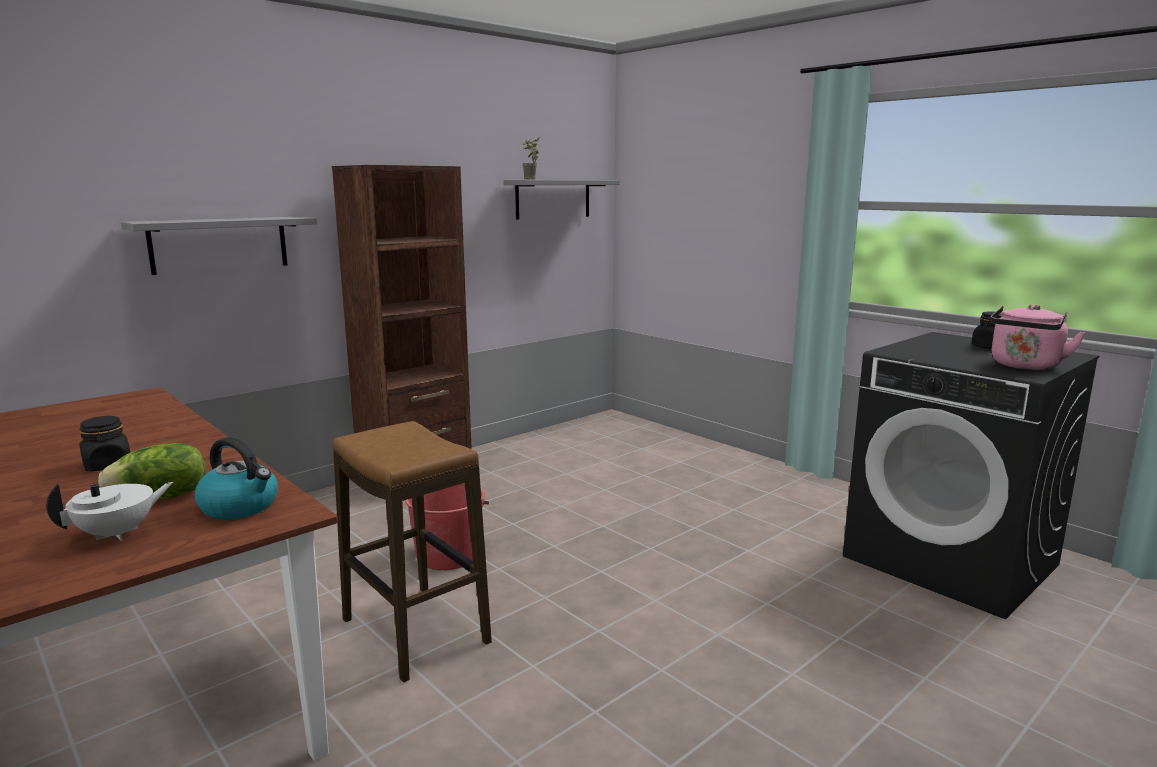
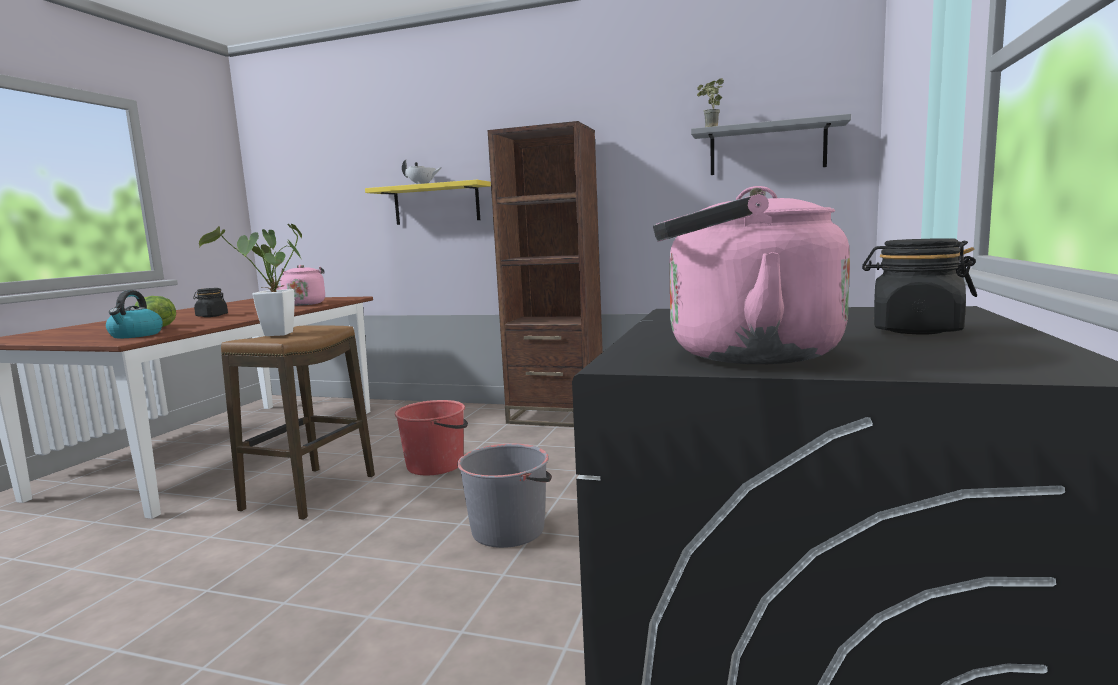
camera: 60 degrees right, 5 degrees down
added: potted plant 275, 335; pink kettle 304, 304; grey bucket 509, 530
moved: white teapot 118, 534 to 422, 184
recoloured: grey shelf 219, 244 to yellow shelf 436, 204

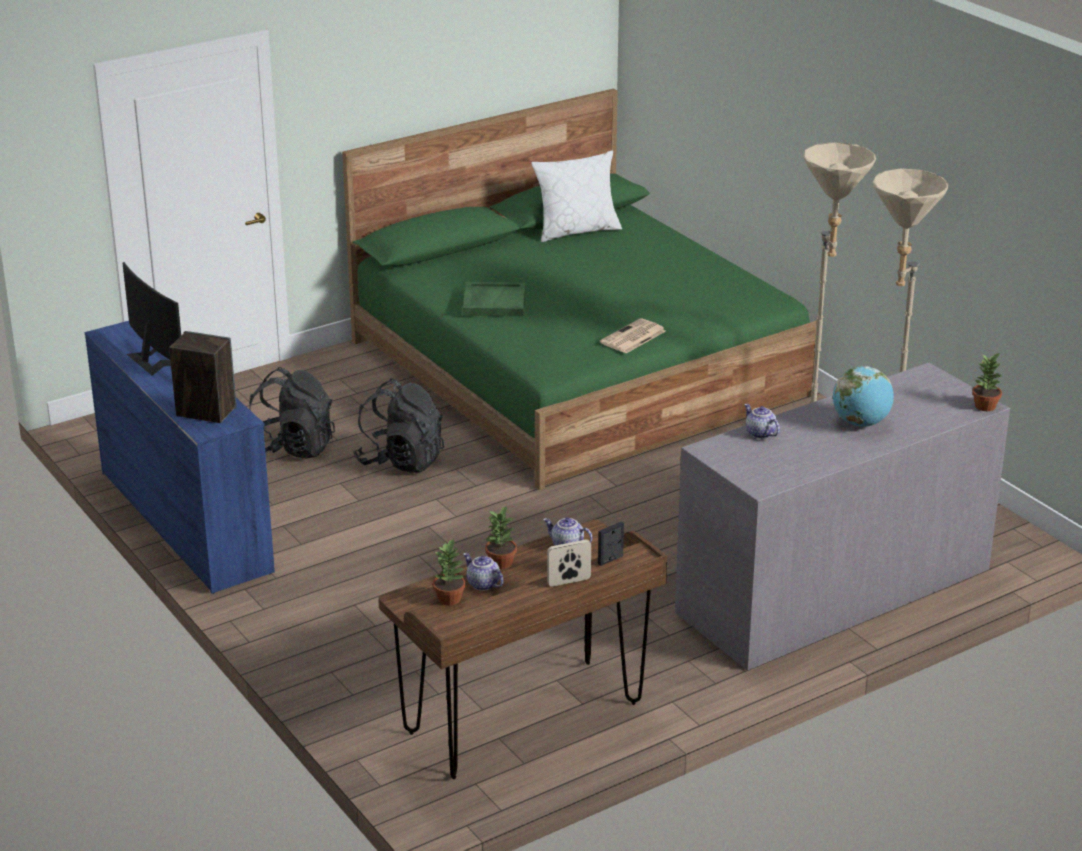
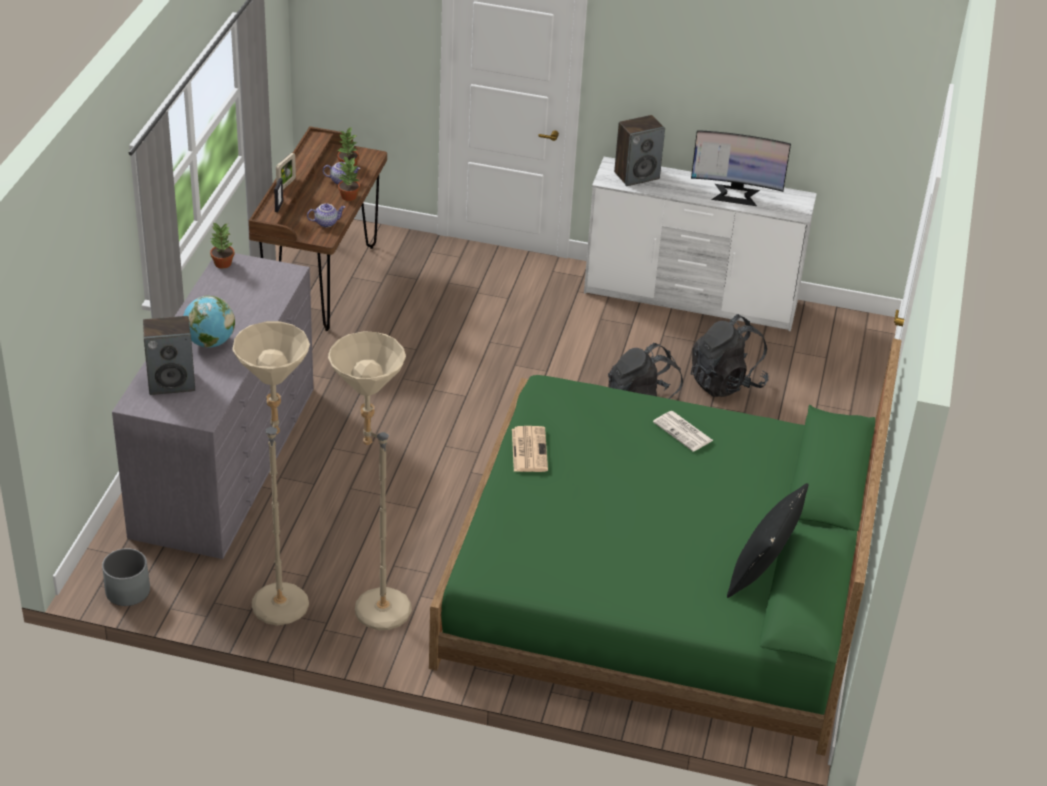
camera: 135 degrees right, 10 degrees up
removed: teapot 759, 433
added: grey planter 127, 591; speaker 172, 382
moved: potted plant 985, 406 to 222, 263
replaced: green tray 493, 302 to newspaper 684, 432
recoloured: blue dresser 186, 520 to white dresser 691, 298; white pillow 576, 230 to black pillow 762, 572

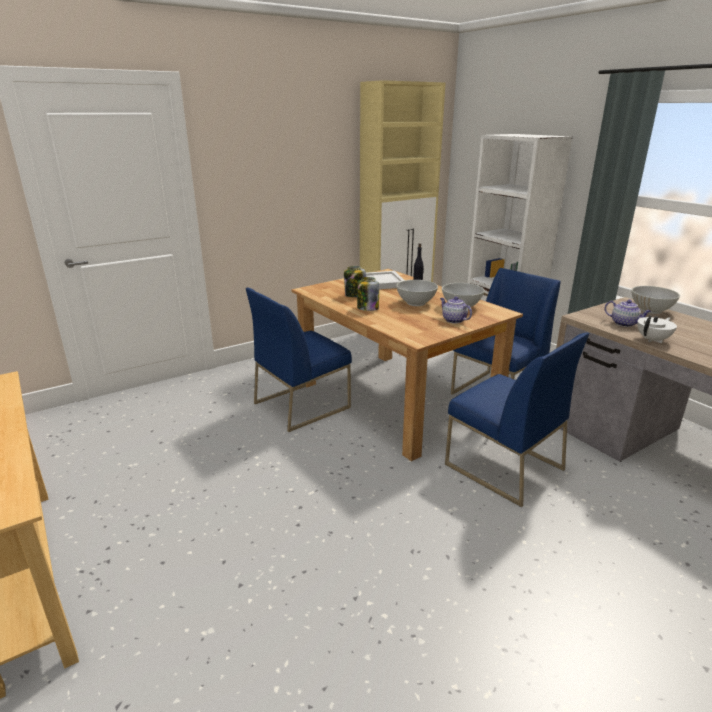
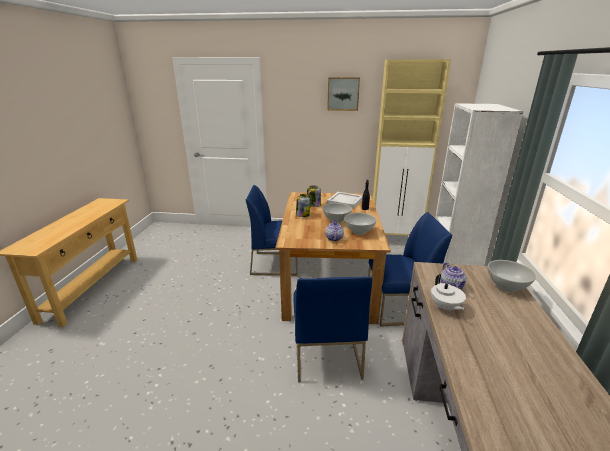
camera: 40 degrees right, 0 degrees up
added: picture 343, 94
turned: white teapot 653, 340 = 445, 307 75 degrees clockwise

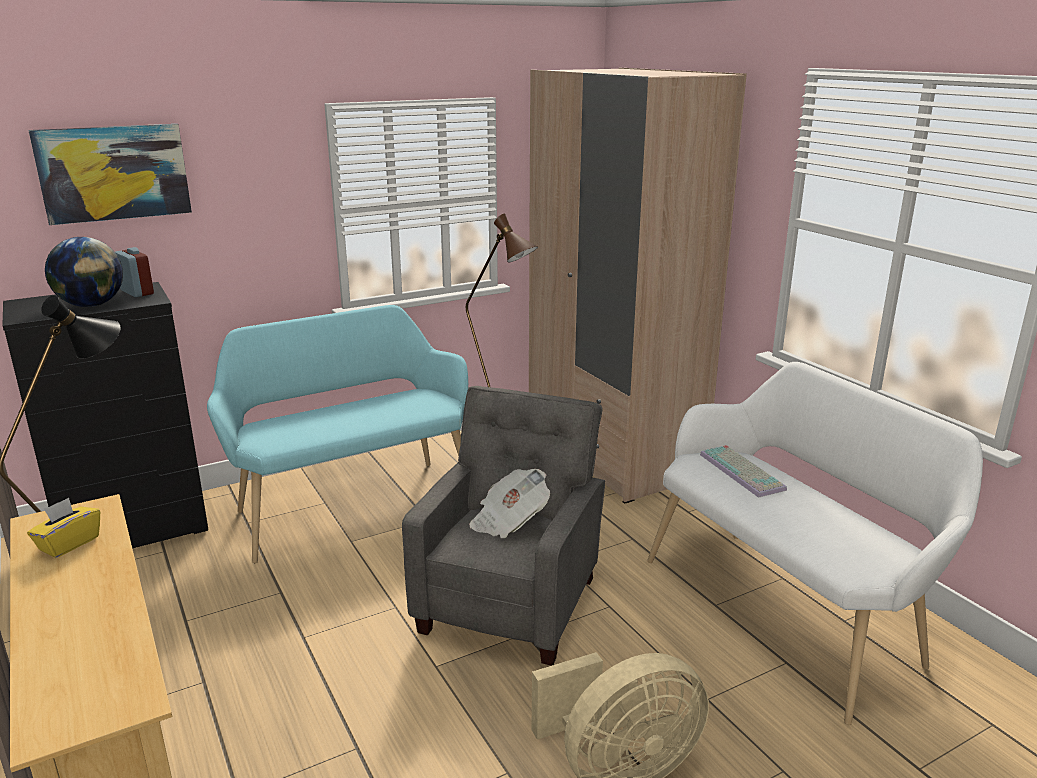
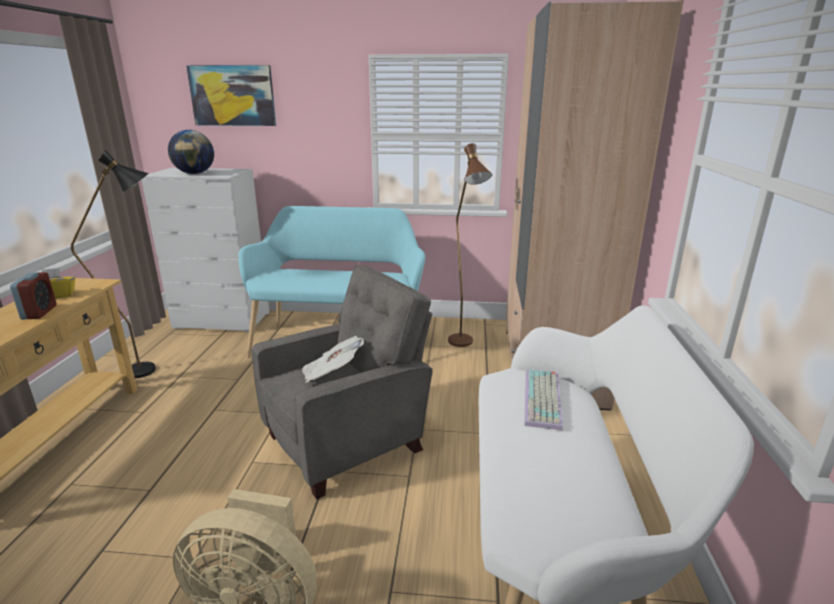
camera: 35 degrees right, 0 degrees up
moved: alarm clock 137, 292 to 39, 312
recoloured: black dresser 135, 530 to white dresser 222, 321

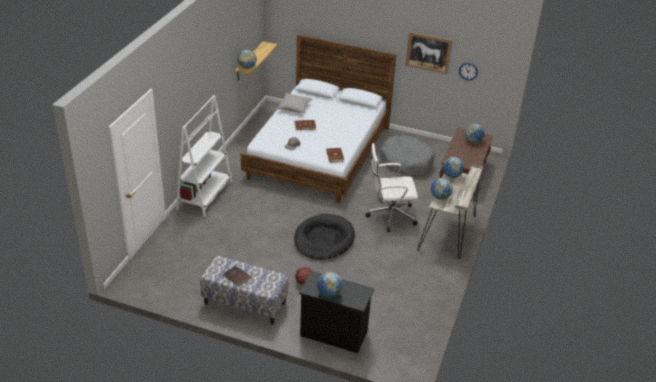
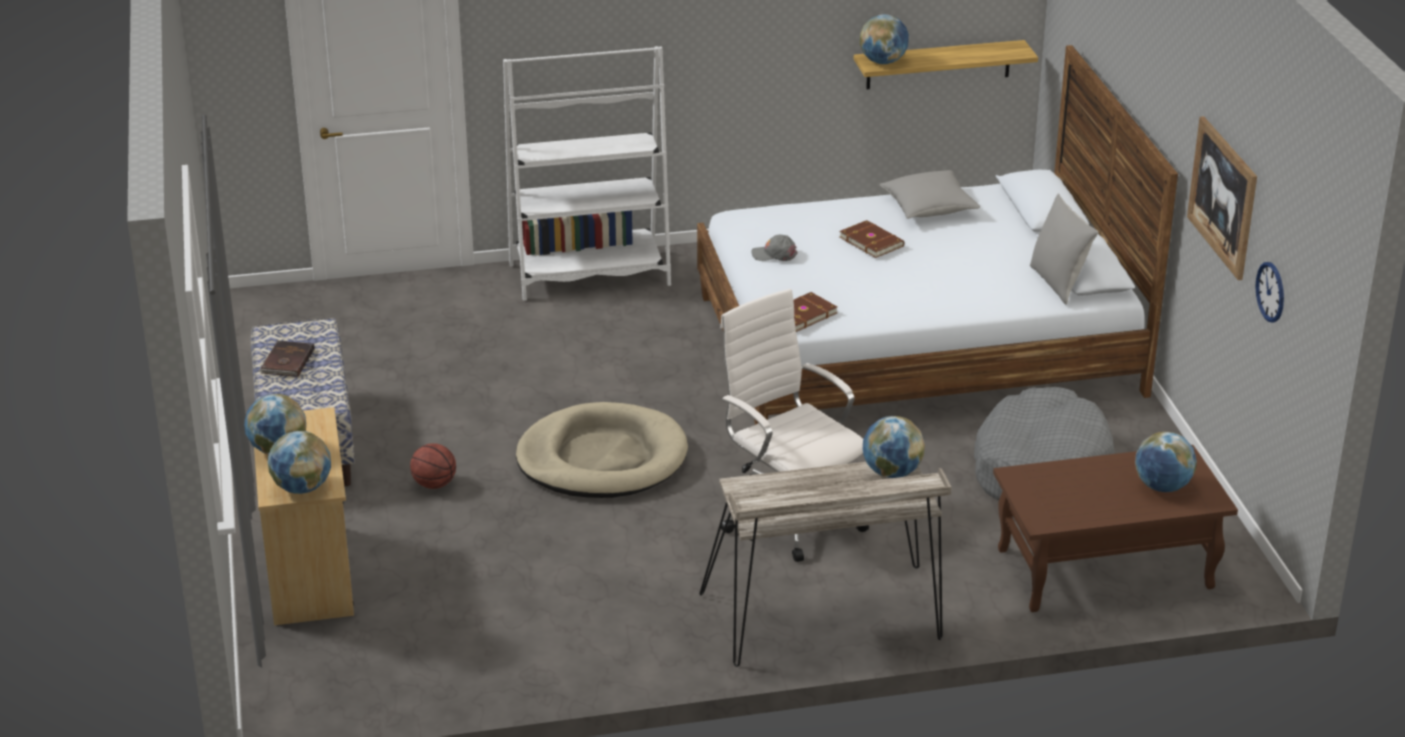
camera: 60 degrees right, 5 degrees down
added: grey pillow 1058, 283
moved: globe 440, 197 to 302, 488
recoloured: black dresser 333, 333 to beige dresser 310, 574; black dog bed 324, 239 to beige dog bed 602, 459

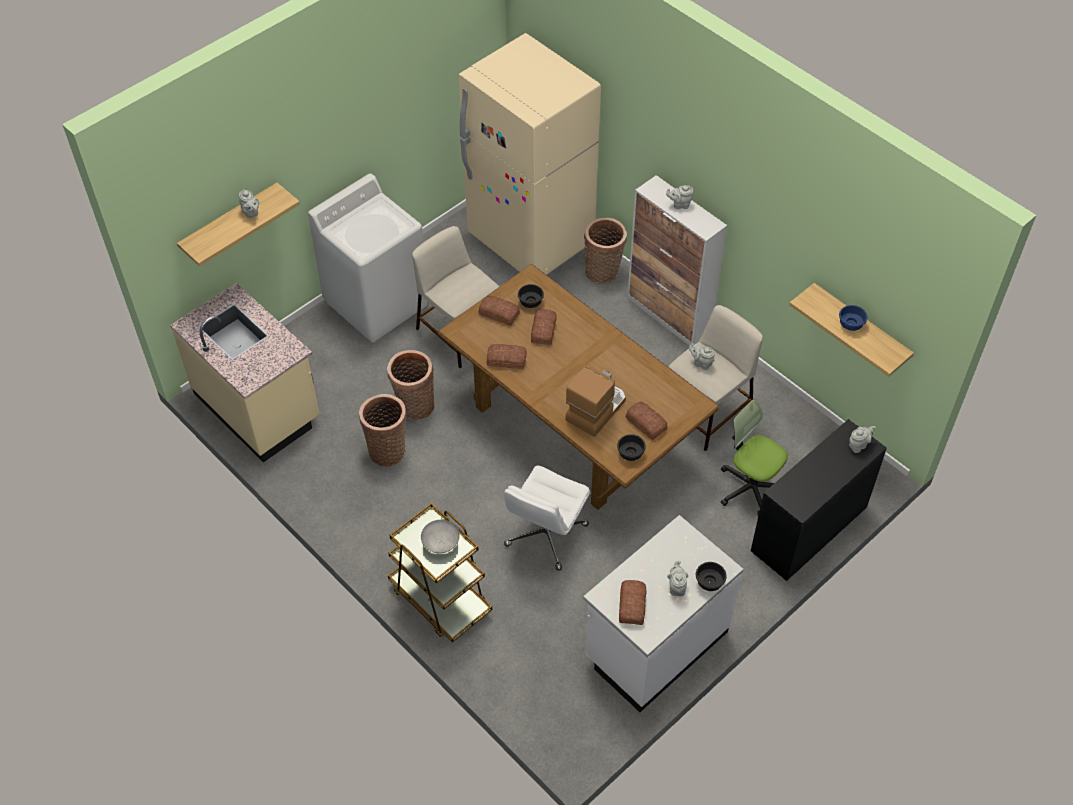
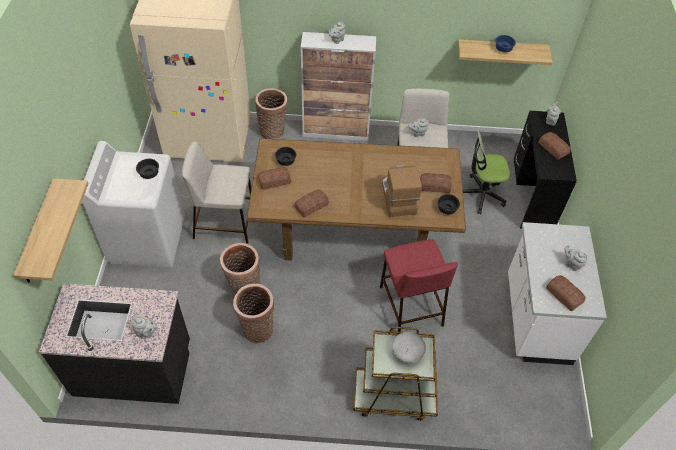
camera: 45 degrees left, 0 degrees up
moved: grey teapot 251, 213 to 146, 332; black bowl 708, 582 to 149, 174; bread 544, 330 to 553, 147
replaced: white office chair 546, 536 to red stool 410, 305
recoloured: beige counter 258, 406 to black counter 133, 368

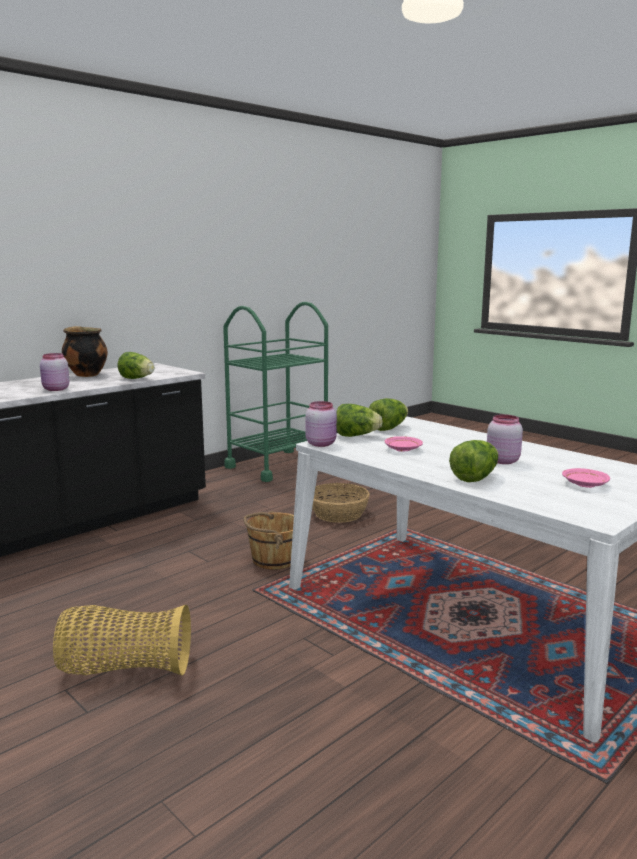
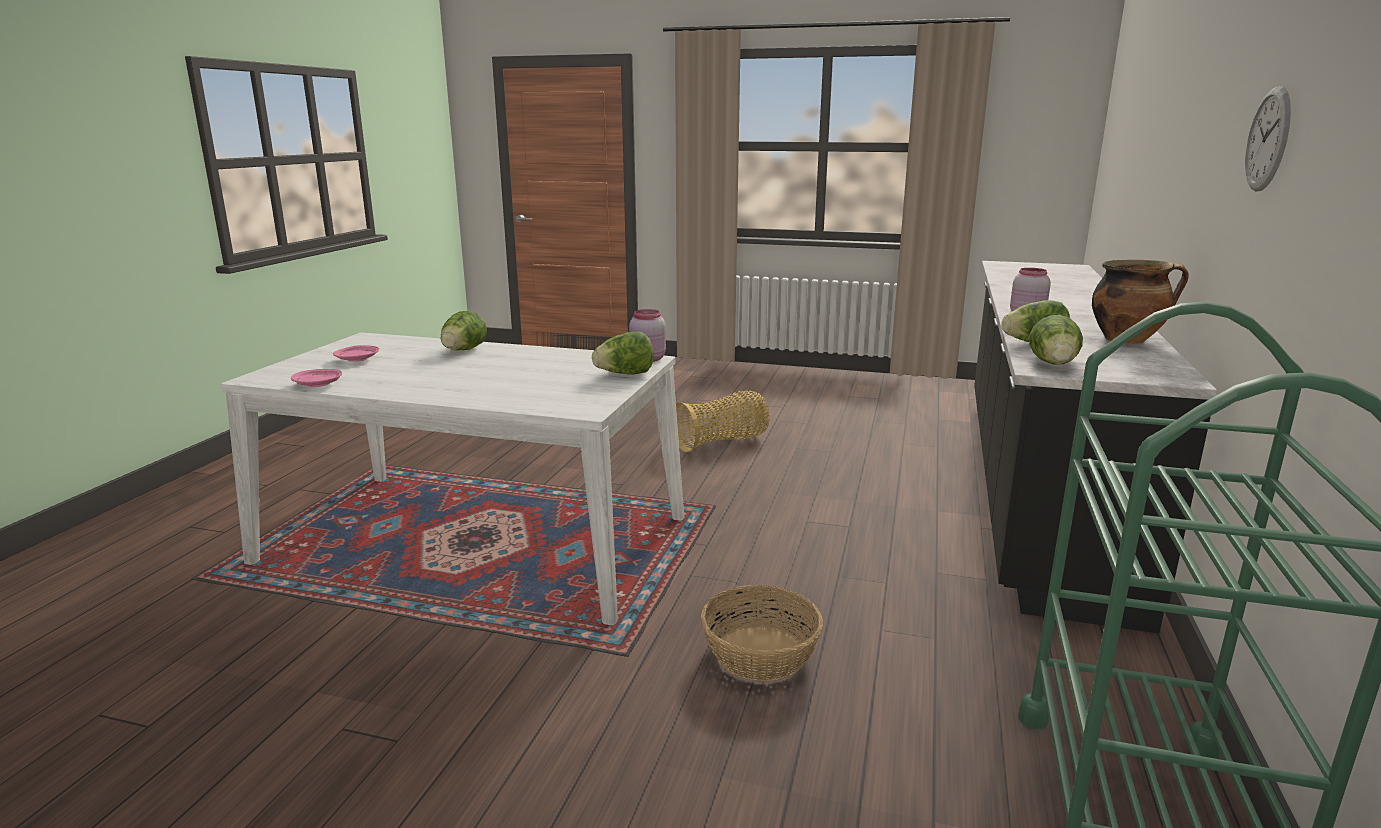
camera: 150 degrees right, 5 degrees up
removed: brown bucket 273, 559; pink jar 502, 461
added: wall clock 1268, 139
moved: pink plate 402, 449 to 318, 385; lettuce 388, 428 to 1054, 365

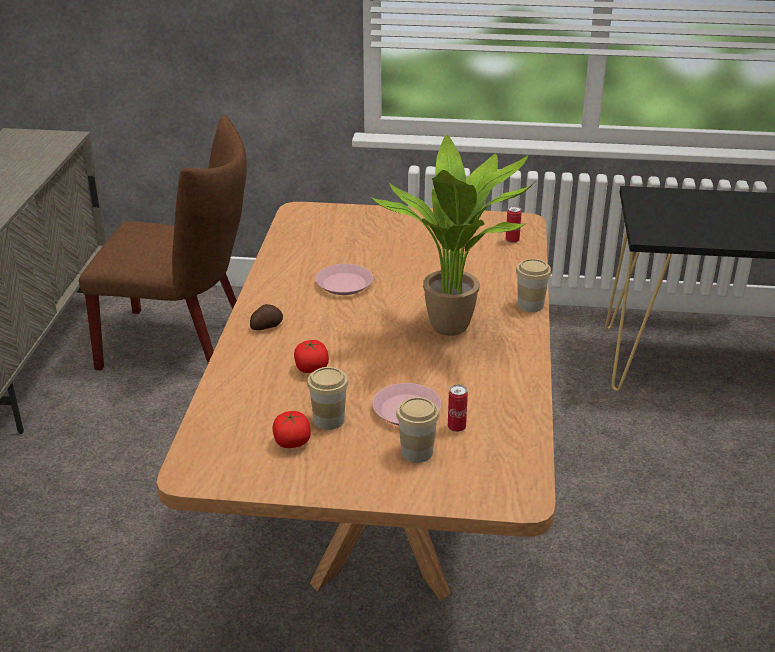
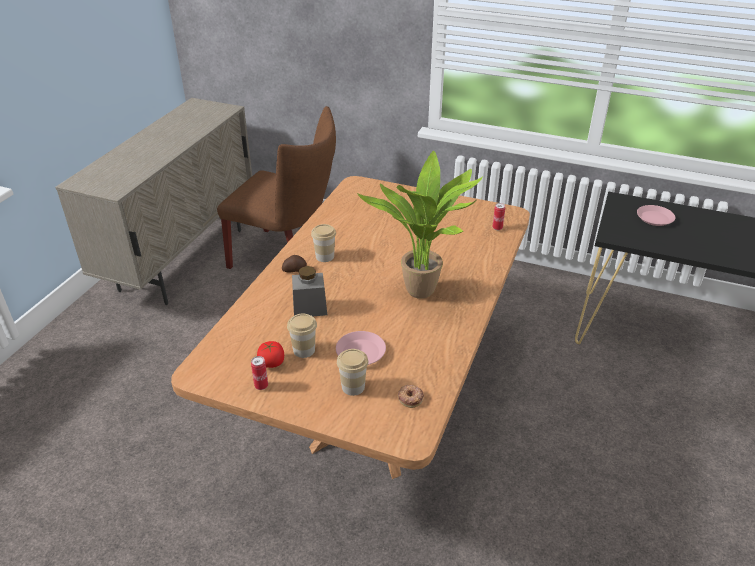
camera: 15 degrees right, 5 degrees up
added: donut 410, 398
moved: can 456, 427 to 261, 386; cup 530, 305 to 325, 256; pink plate 344, 284 to 655, 218
replaced: tomato 311, 369 to grey jar 310, 308

